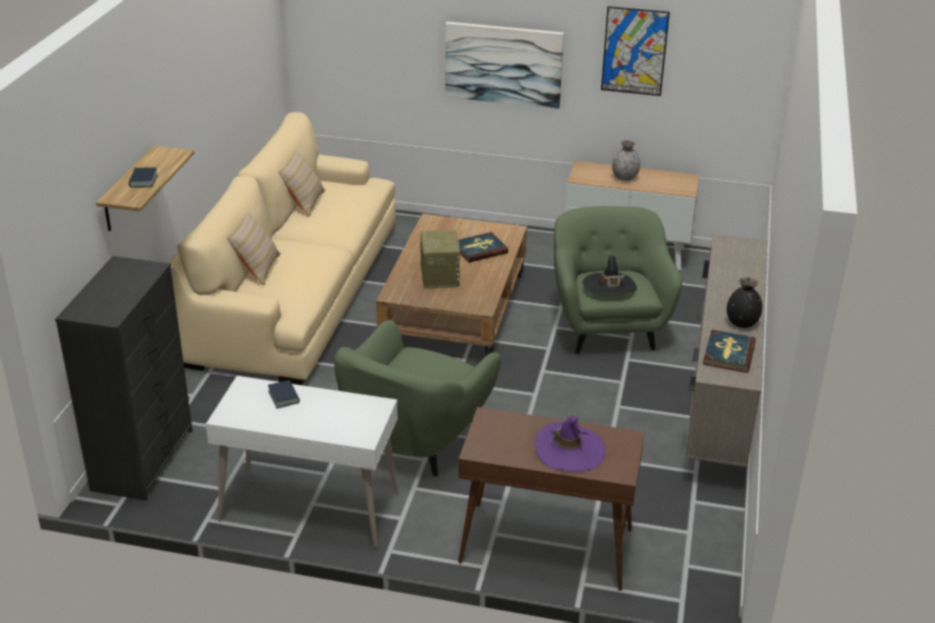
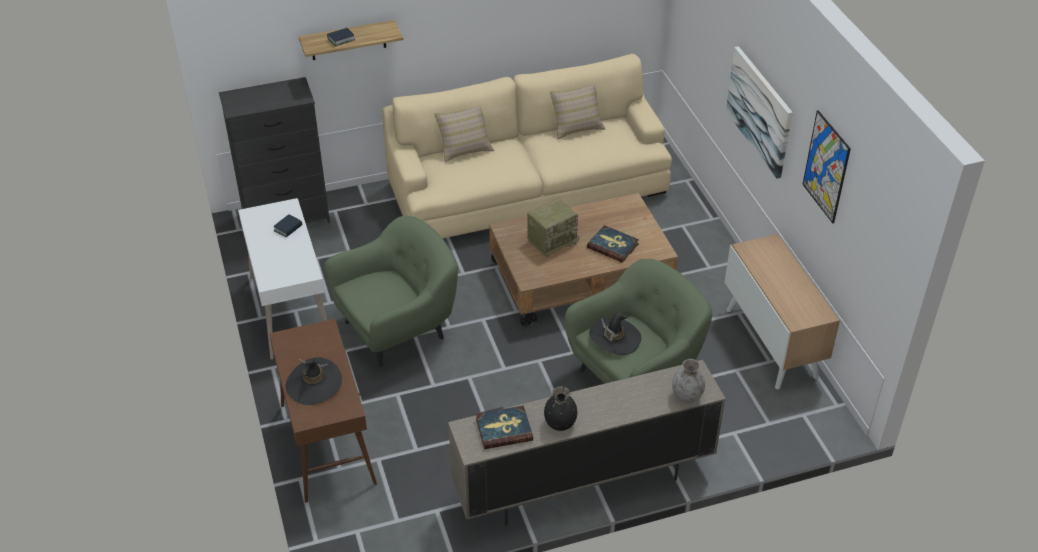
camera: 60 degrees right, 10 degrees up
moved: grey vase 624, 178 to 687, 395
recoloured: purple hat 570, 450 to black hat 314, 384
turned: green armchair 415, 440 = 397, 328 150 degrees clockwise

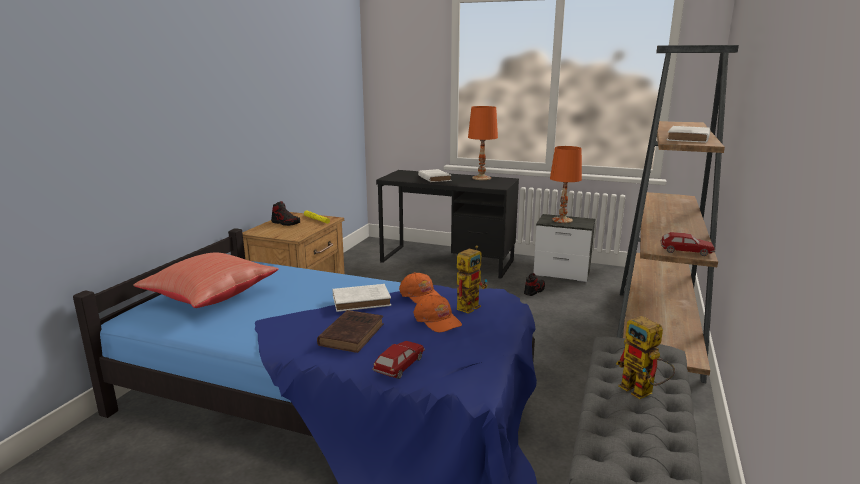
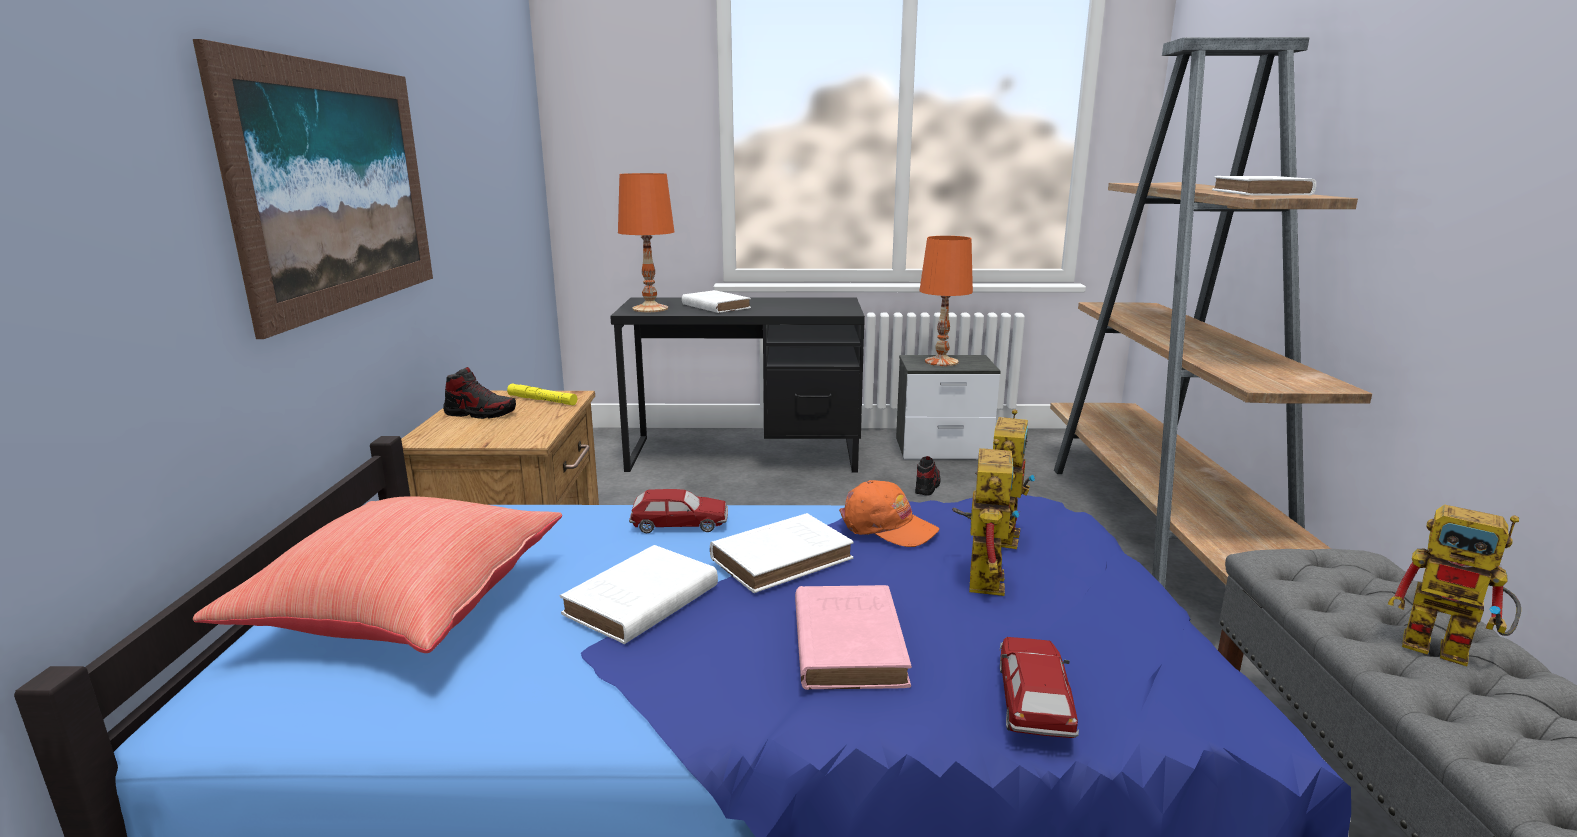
camera: 20 degrees left, 0 degrees up
added: picture 338, 187; white book 638, 602
moved: orange table lamp 481, 178 to 650, 308; toy car 686, 251 to 680, 524
replaced: orange cap 437, 320 to toy robot 980, 575
recoloured: brown book 352, 334 to pink book 848, 641

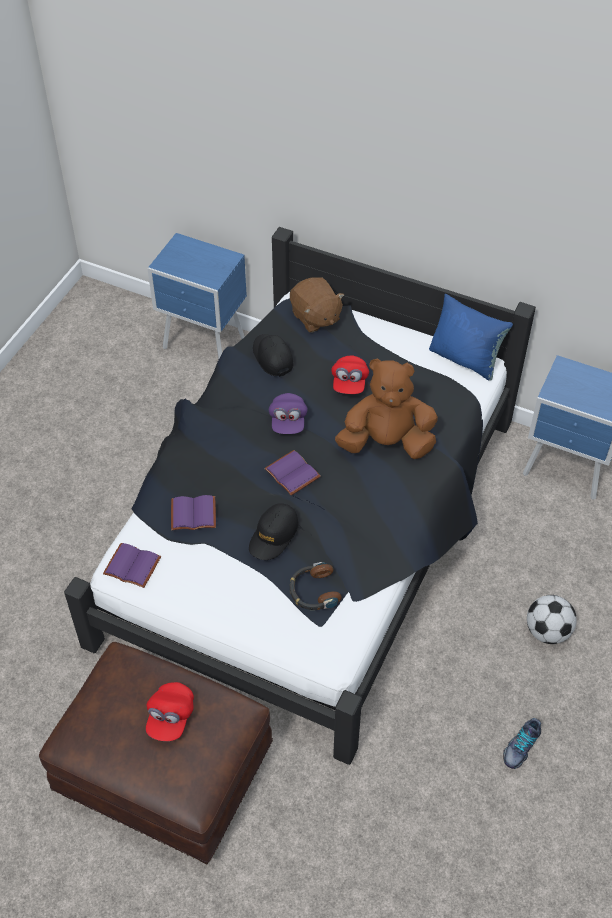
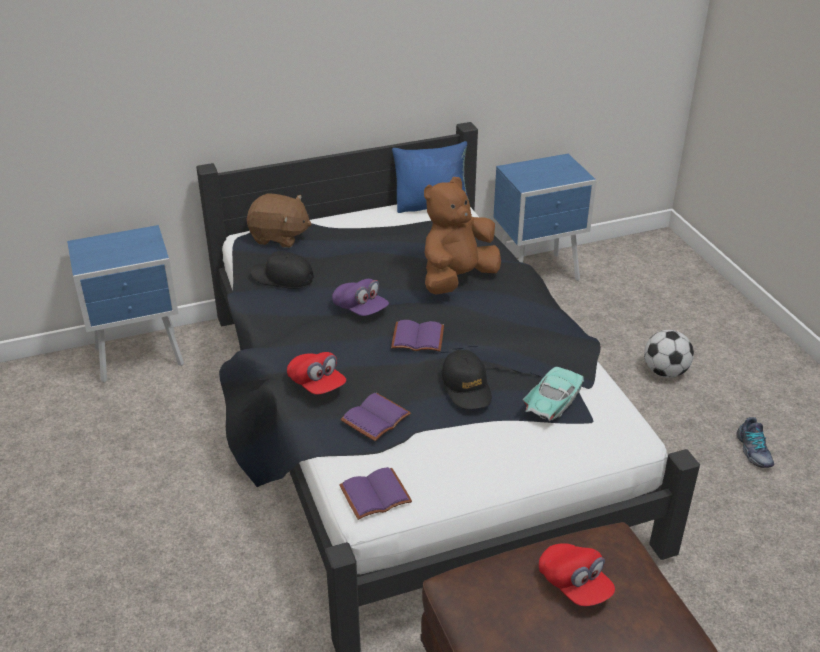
camera: 45 degrees left, 15 degrees down
moved: red cap 349, 383 to 317, 384
replaced: headphones 313, 591 to turquoise toy car 553, 402

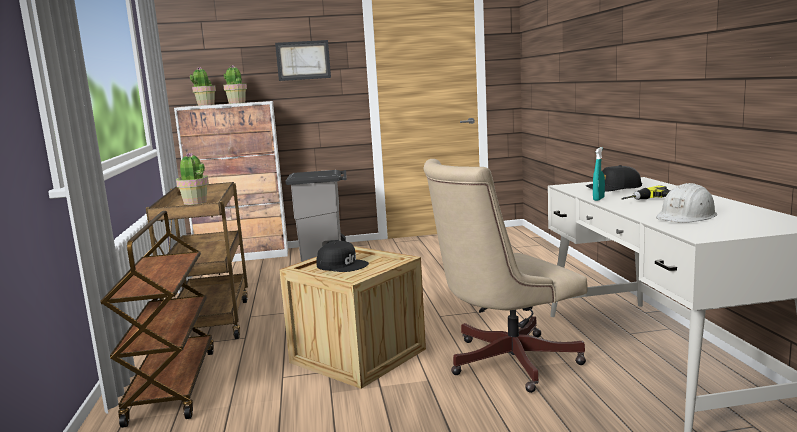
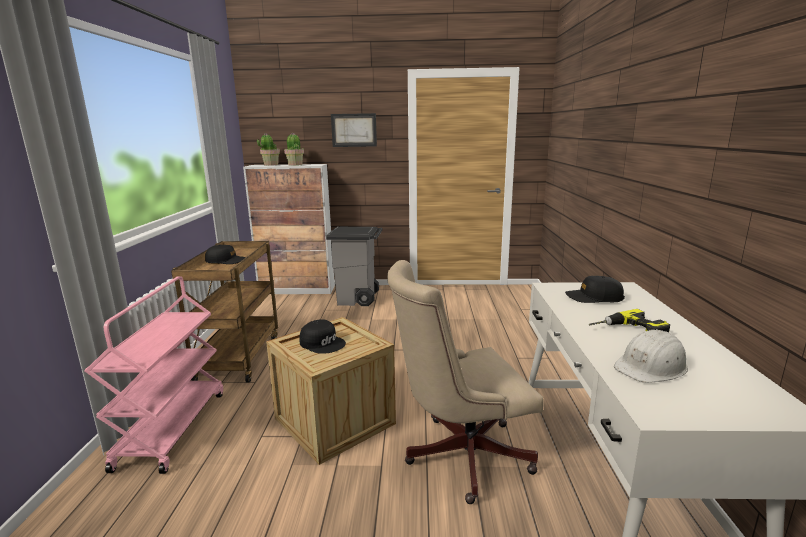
camera: 10 degrees right, 5 degrees up
removed: turquoise spray bottle 598, 199
replaced: potted plant 195, 202 to black cap 226, 261
recoloured: brown cart 172, 385 to pink cart 172, 428

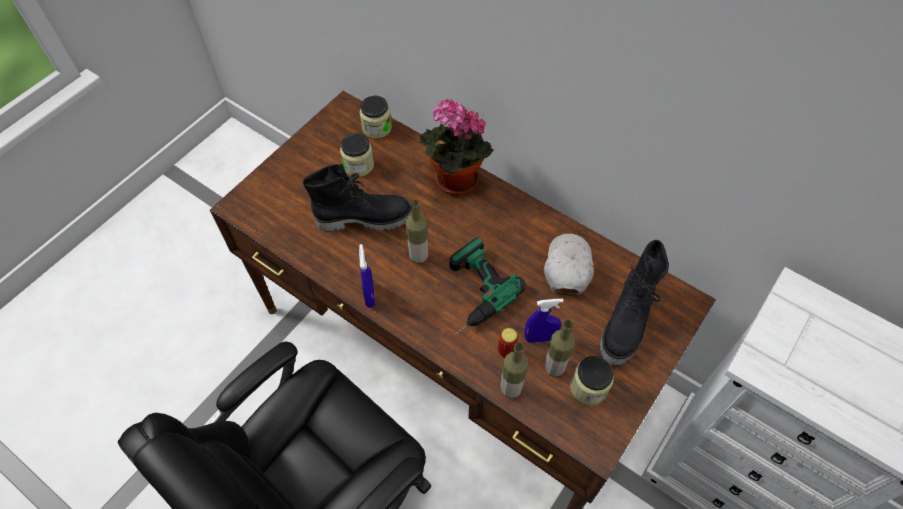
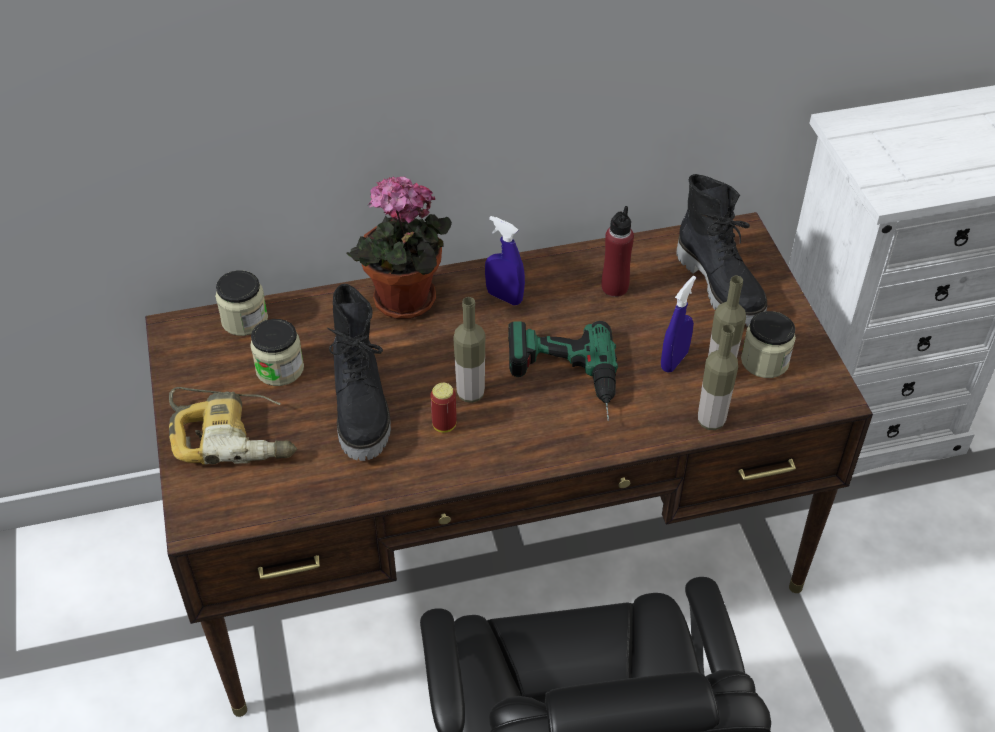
camera: 50 degrees left, 10 degrees down
added: power drill 233, 435
moved: can 506, 351 to 444, 425; blue spray bottle 369, 295 to 504, 297
replaced: white cap 567, 268 to red bottle 614, 287
turned: black boot 364, 217 = 362, 408 135 degrees clockwise

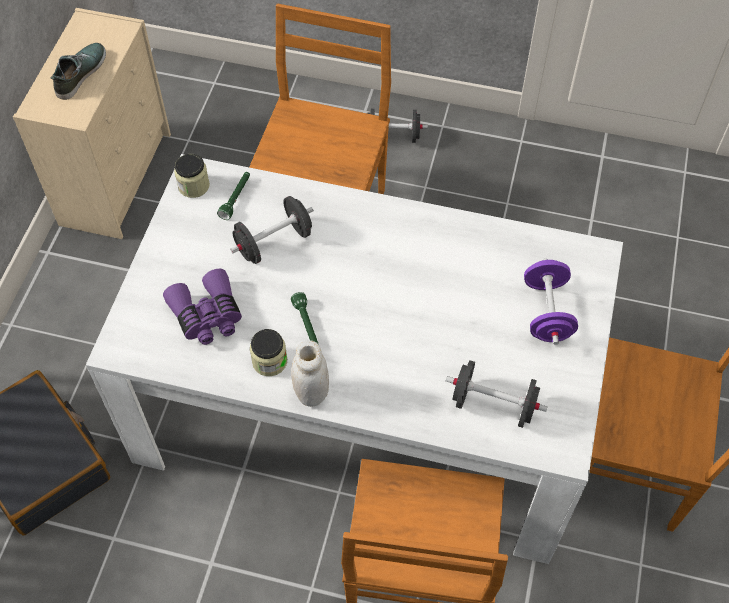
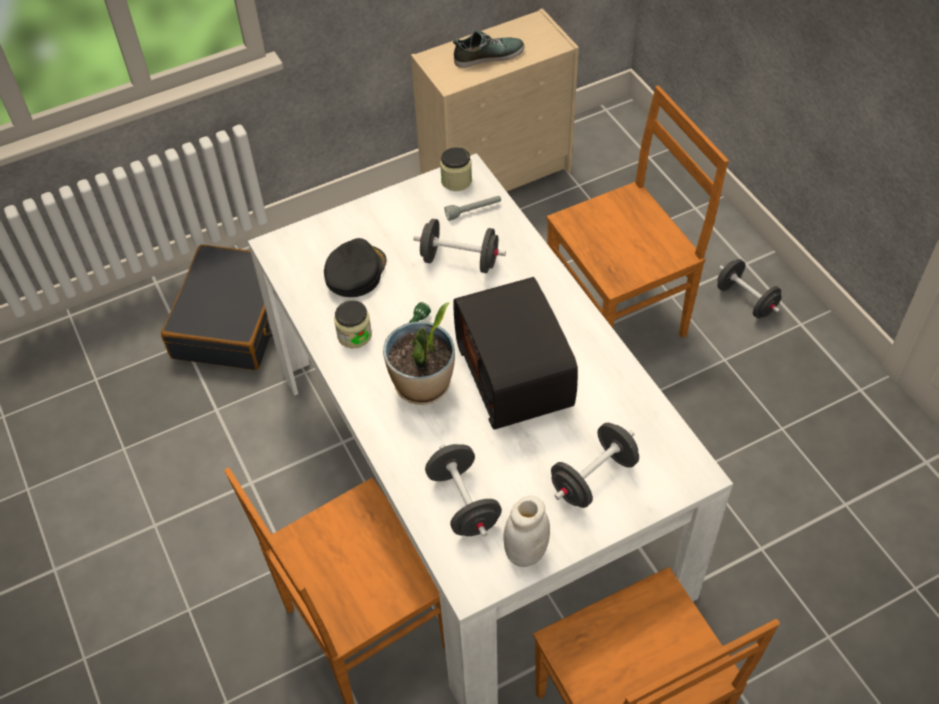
camera: 50 degrees right, 5 degrees down
added: potted plant 423, 385; radio 517, 375
moved: white jar 311, 392 to 526, 552
replaced: purple binoculars 207, 316 to black cap 355, 272
recoloured: green flashlight 236, 198 to grey flashlight 473, 211; purple dumbbell 547, 312 to black dumbbell 593, 478

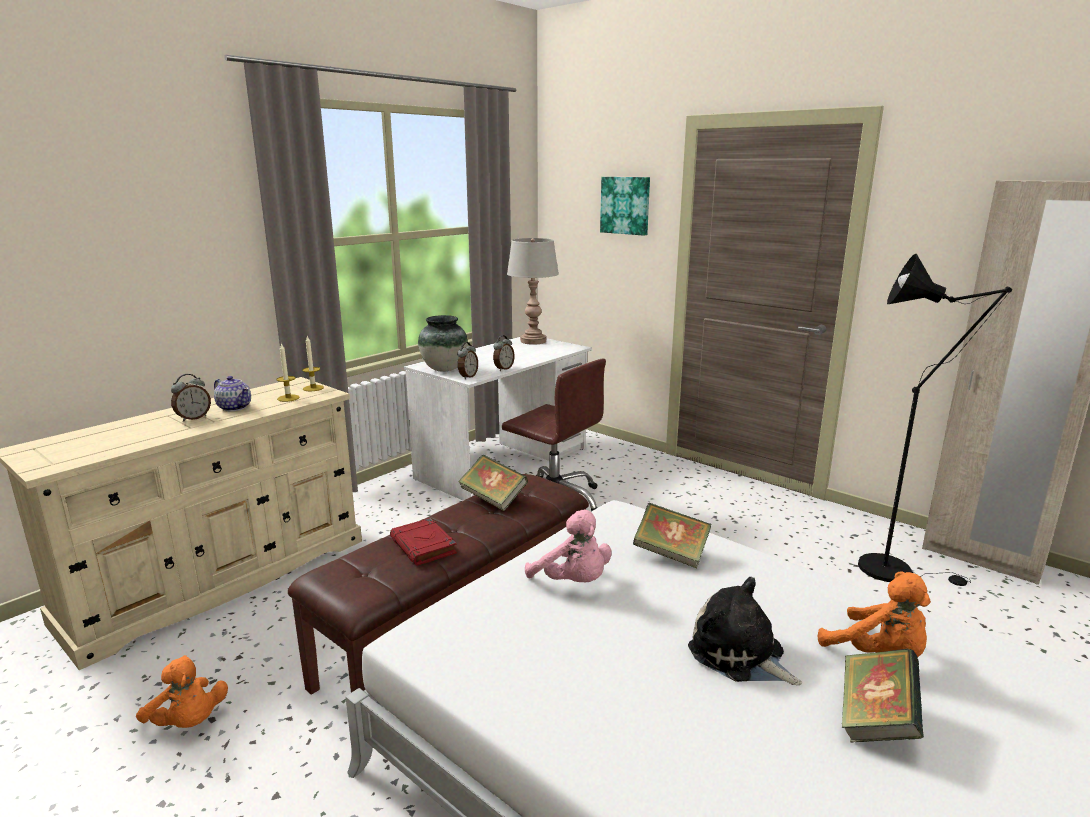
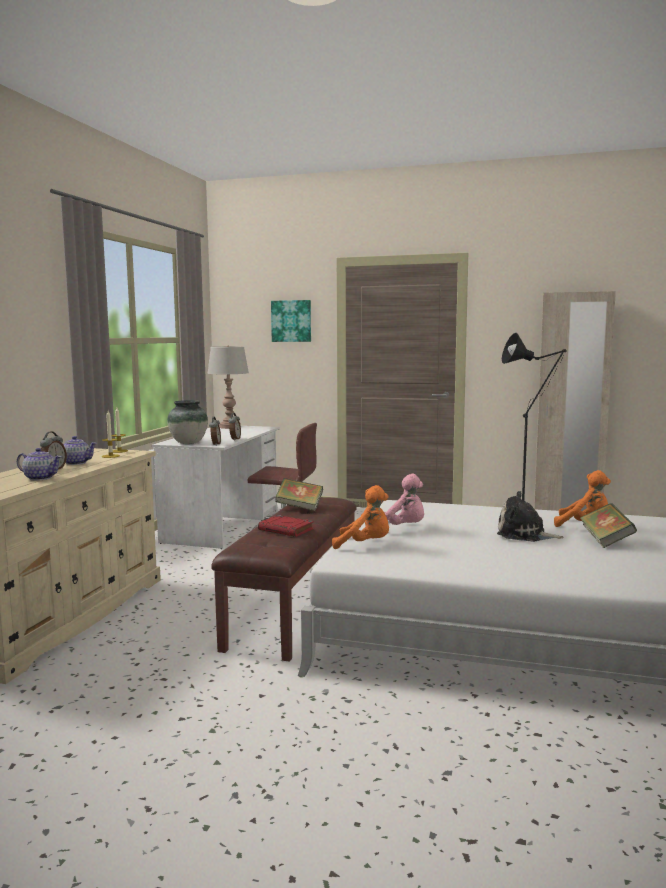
camera: 25 degrees left, 10 degrees down
removed: book 671, 554
added: teapot 40, 478
moved: orange plush toy 188, 723 to 365, 545

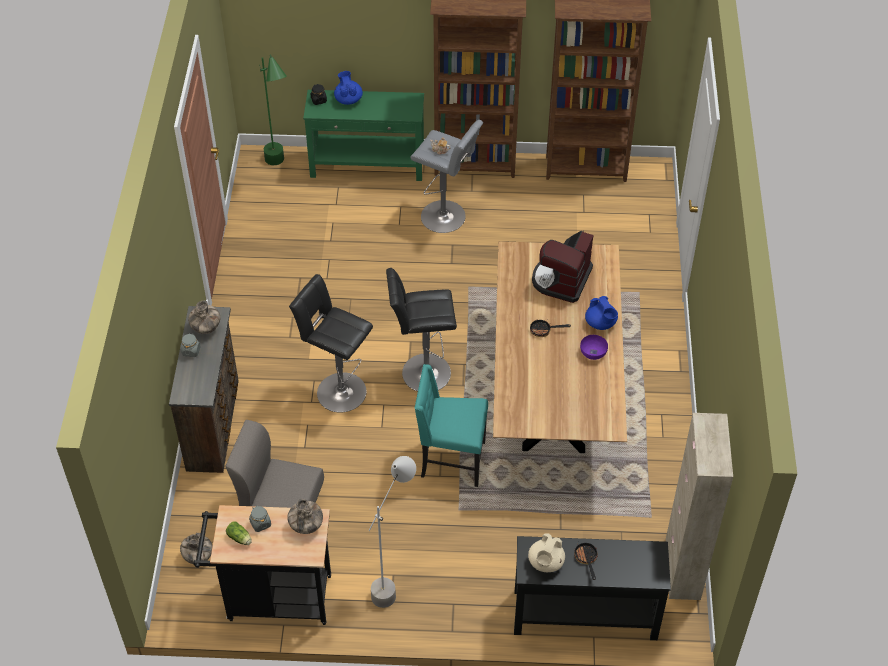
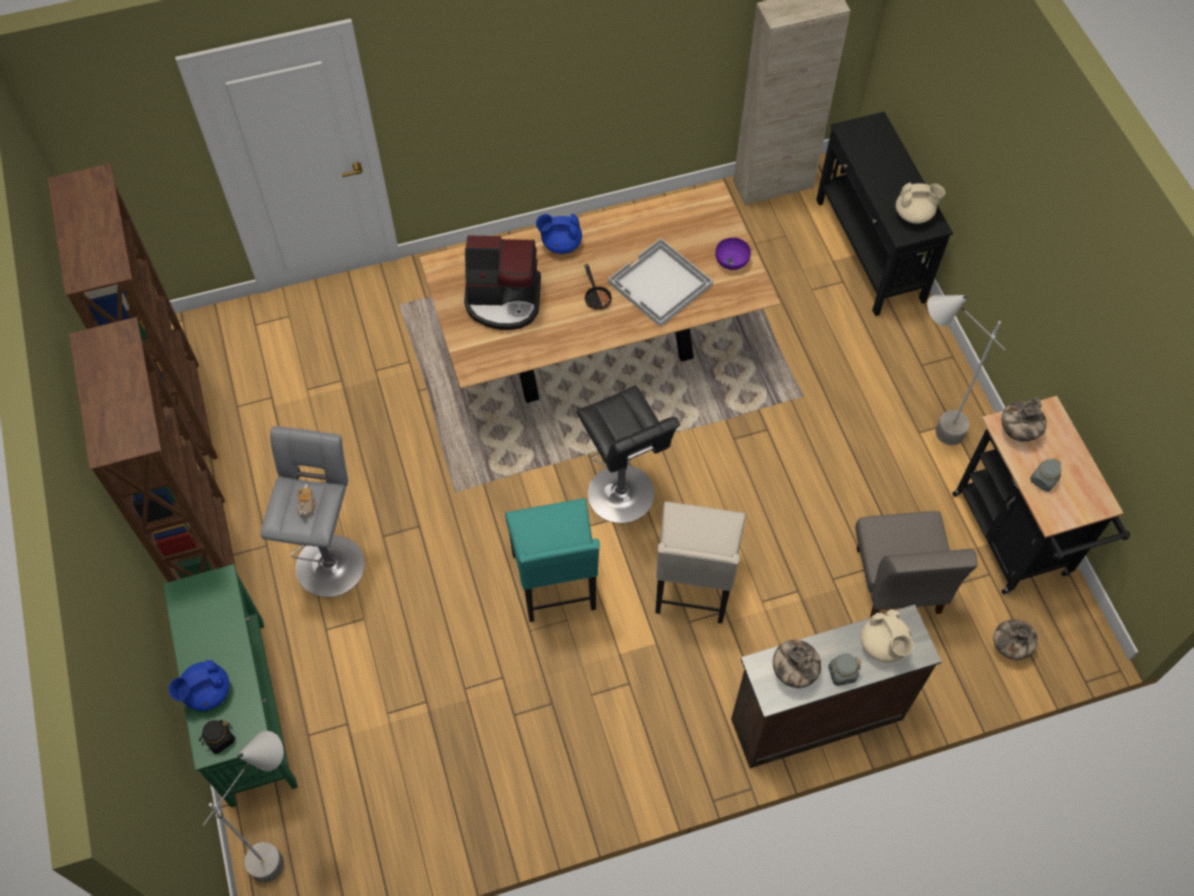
camera: 110 degrees left, 10 degrees up
removed: lettuce 240, 538; frying pan 586, 559
added: white tray 660, 285; beige teapot 883, 645
moved: turquoise chair 451, 460 to 556, 583; purple bowl 592, 353 to 732, 261
replaced: black stool 338, 391 to beige chair 693, 585
recoloured: green floor lamp 280, 169 to grey floor lamp 289, 843
turned: blue teapot 601, 323 = 560, 243 135 degrees counterclockwise

